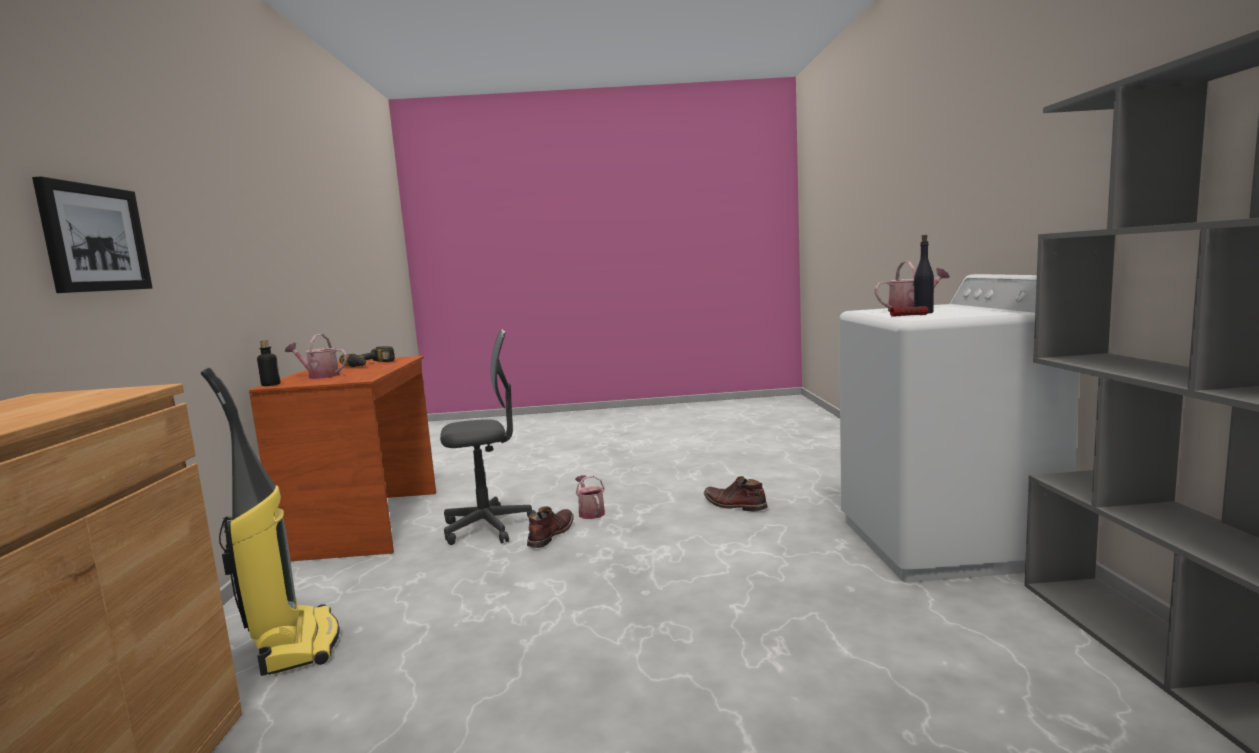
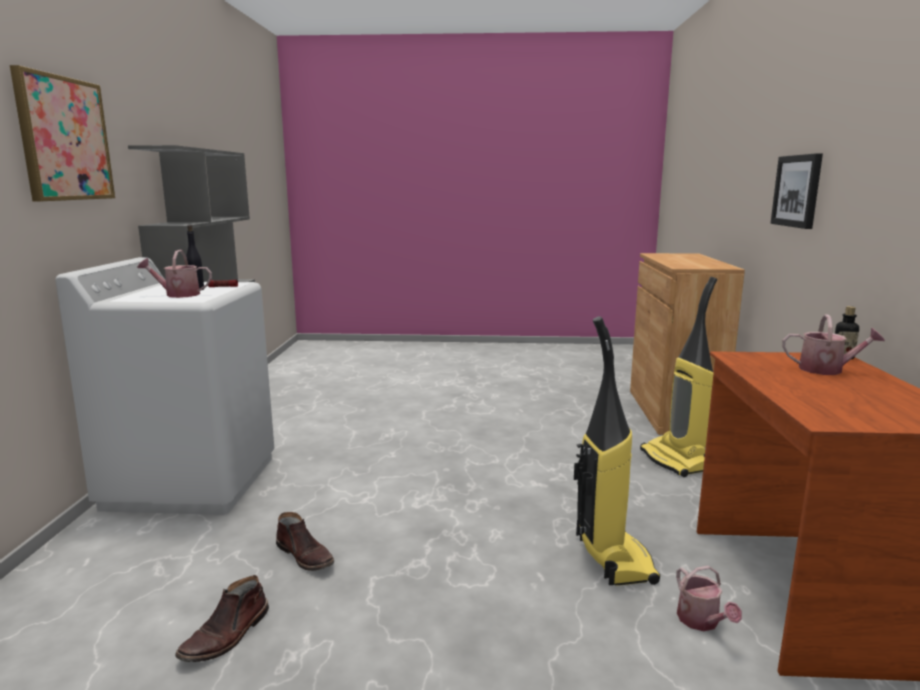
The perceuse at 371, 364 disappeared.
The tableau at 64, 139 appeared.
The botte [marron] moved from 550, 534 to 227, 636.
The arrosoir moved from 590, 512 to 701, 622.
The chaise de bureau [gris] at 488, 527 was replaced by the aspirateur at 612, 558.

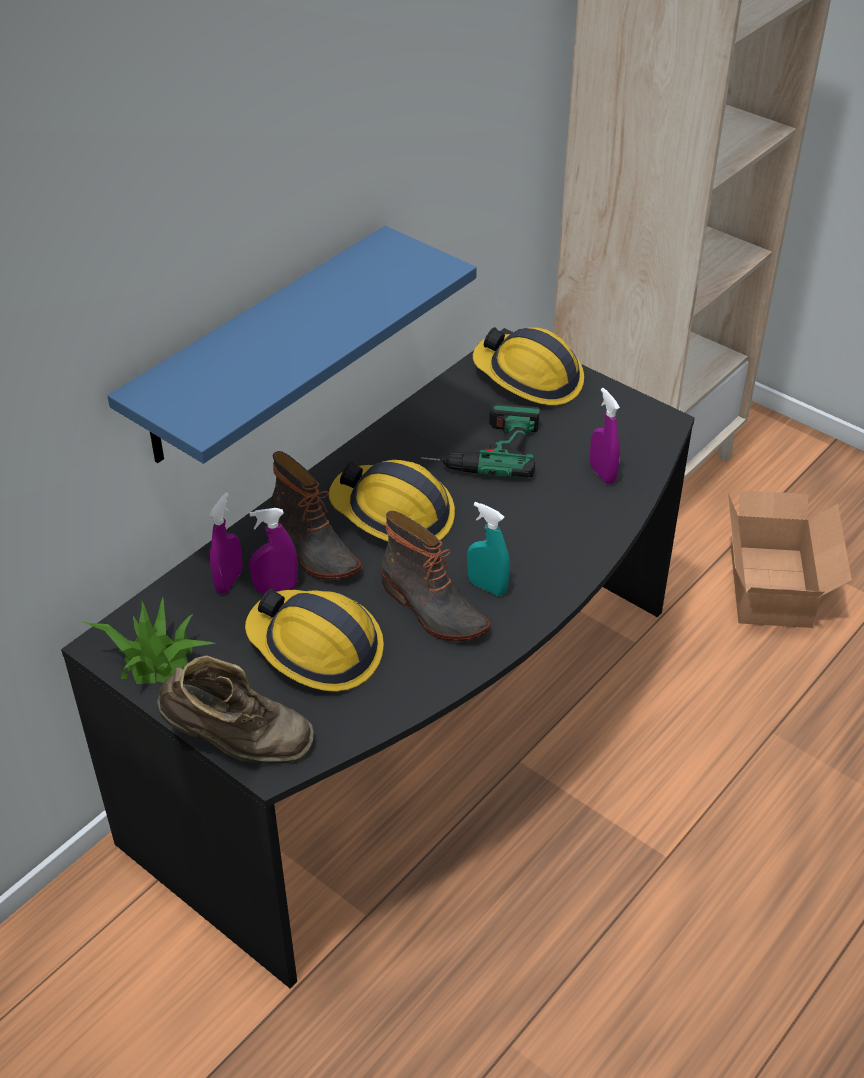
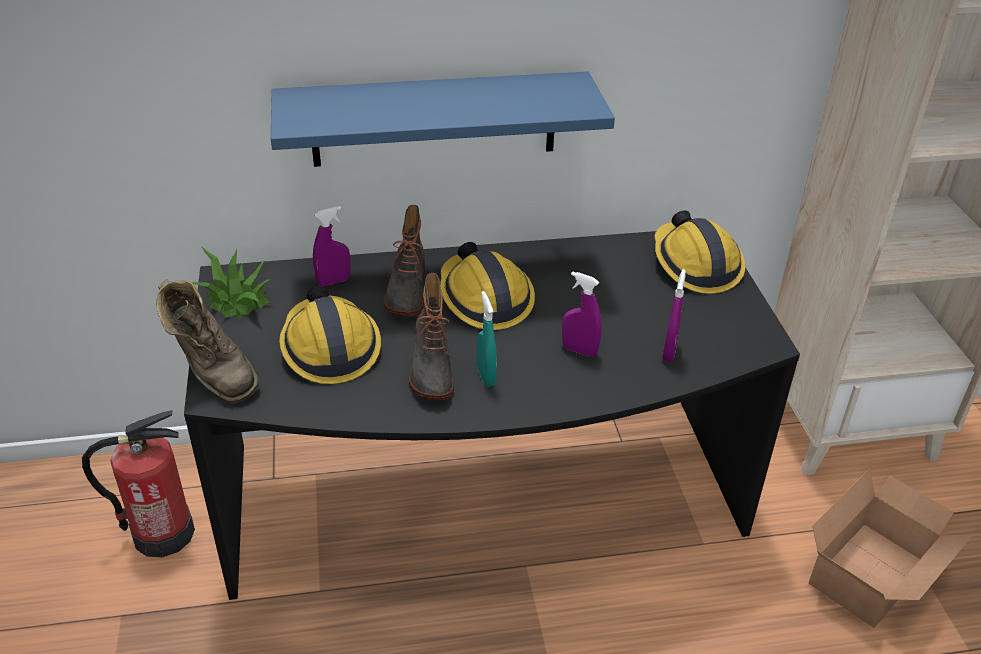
The perceuse at 481, 449 disappeared.
The extincteur at 162, 533 appeared.
The vaporisateur [violet] moved from 276, 588 to 579, 350.

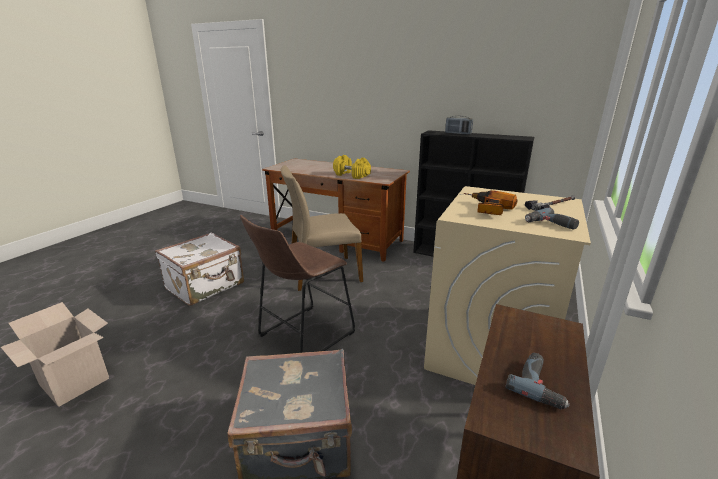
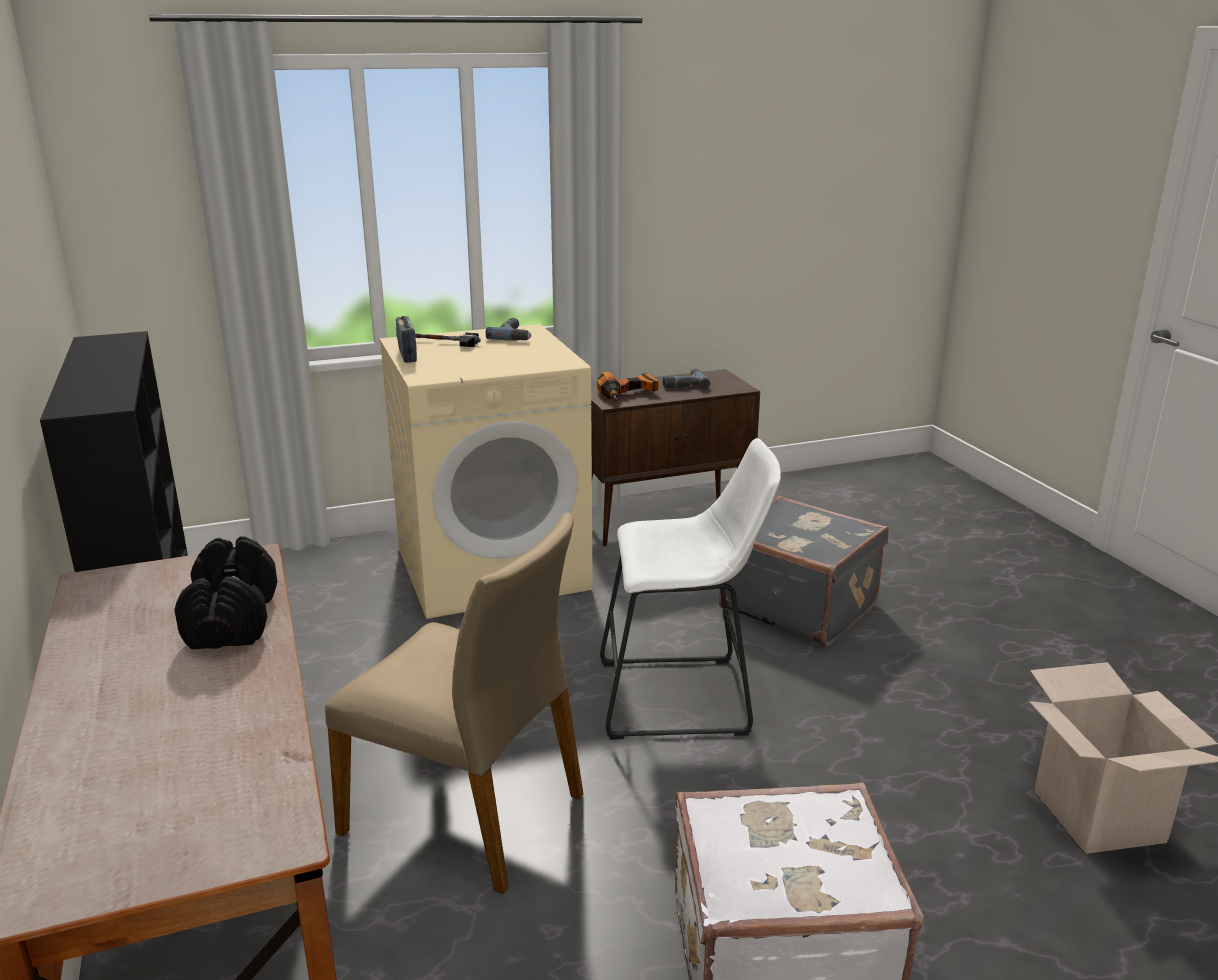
The radio moved from 458, 133 to 407, 356.
The perceuse moved from 487, 209 to 628, 395.
The tabouret [marron] at 302, 336 became the tabouret [blanc] at 683, 698.
The haltère [jaune] at 351, 175 became the haltère [noir] at 232, 620.

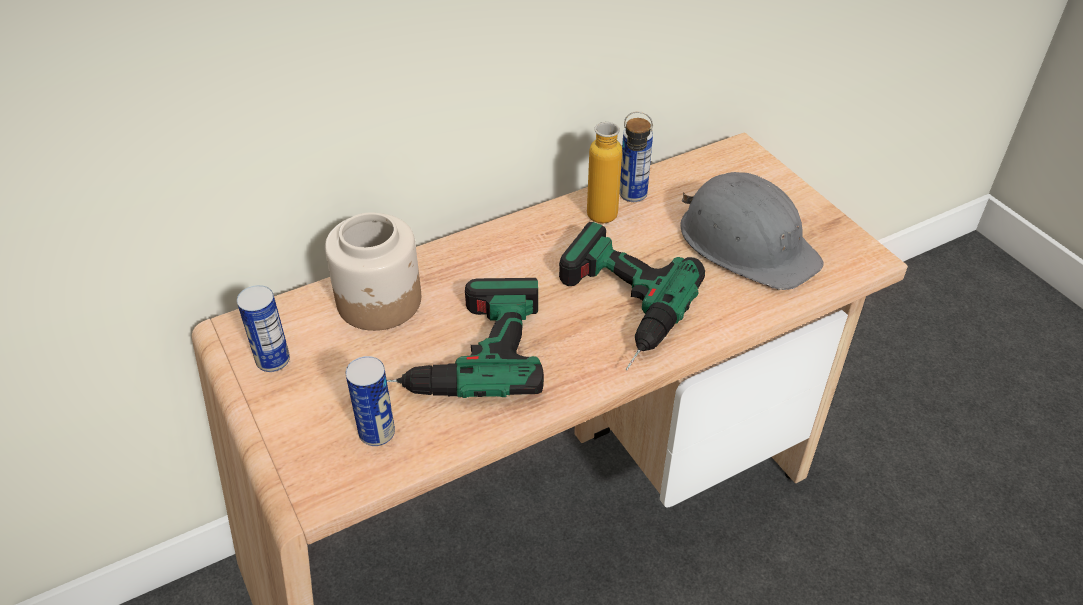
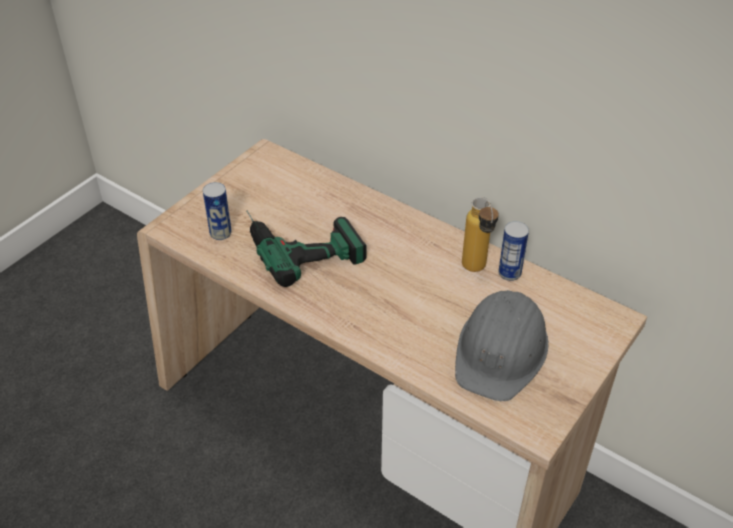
The boîte métallique at 273, 360 disappeared.
The bocal at 380, 301 disappeared.
The perceuse at 614, 309 disappeared.

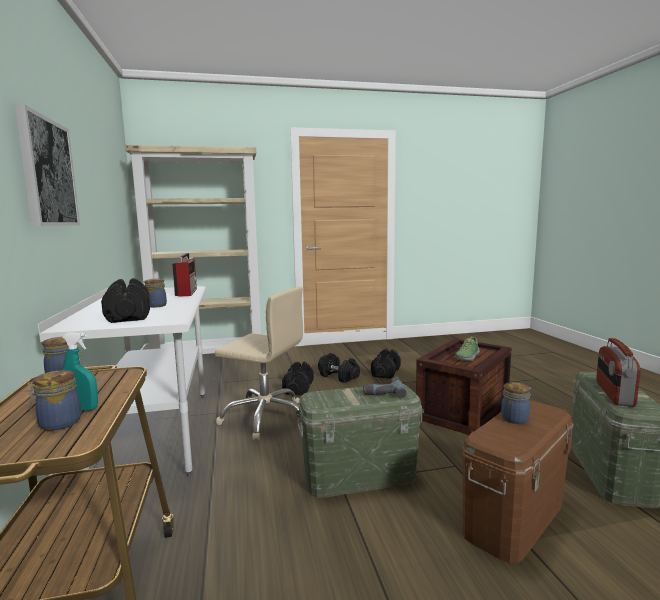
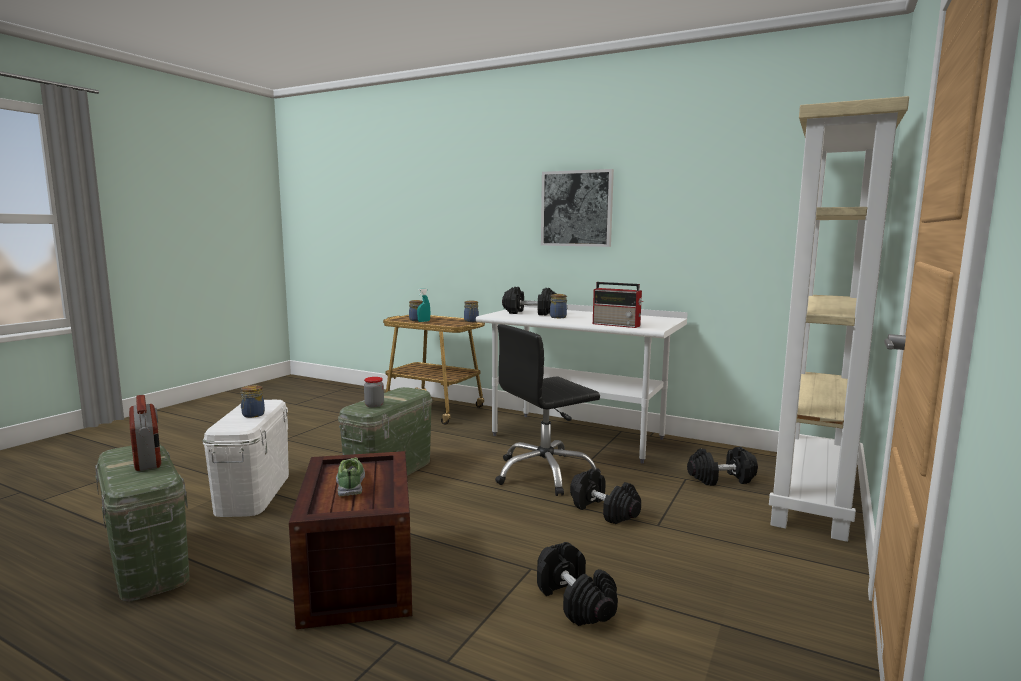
The haltère [noir] moved from 339, 376 to 721, 479.
The perceuse at 383, 391 was replaced by the bocal at 374, 405.
The chaise de bureau [beige] at 266, 417 became the chaise de bureau [noir] at 545, 473.
The boîte de rangement [marron] at 514, 517 became the boîte de rangement [blanc] at 254, 493.

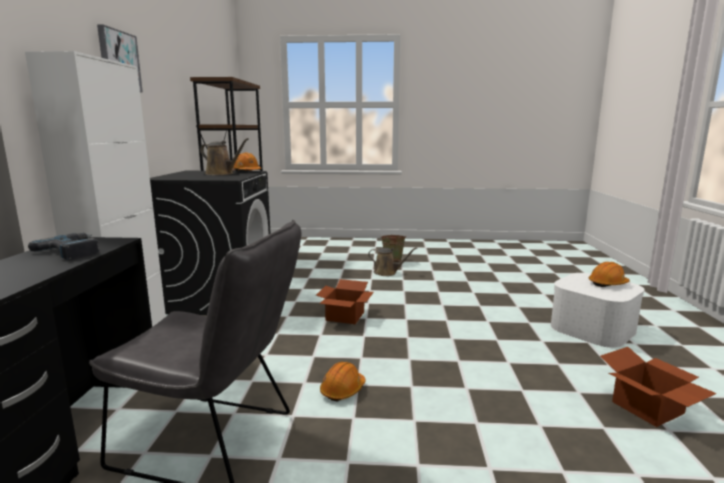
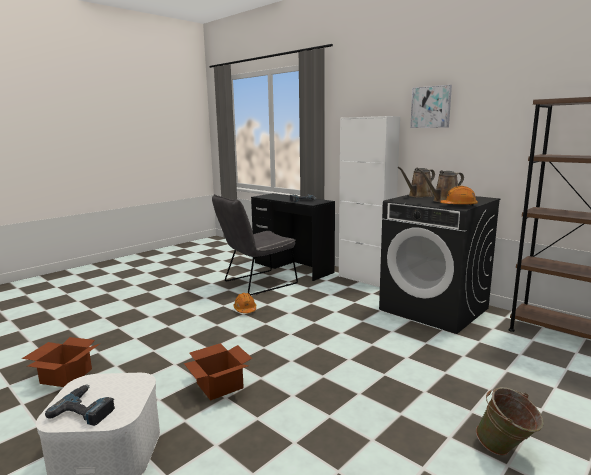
The carton moved from 344, 316 to 220, 385.
The arrosoir [marron] moved from 387, 272 to 419, 196.
The casque de chantier [orange] at 608, 284 was replaced by the perceuse at 86, 409.

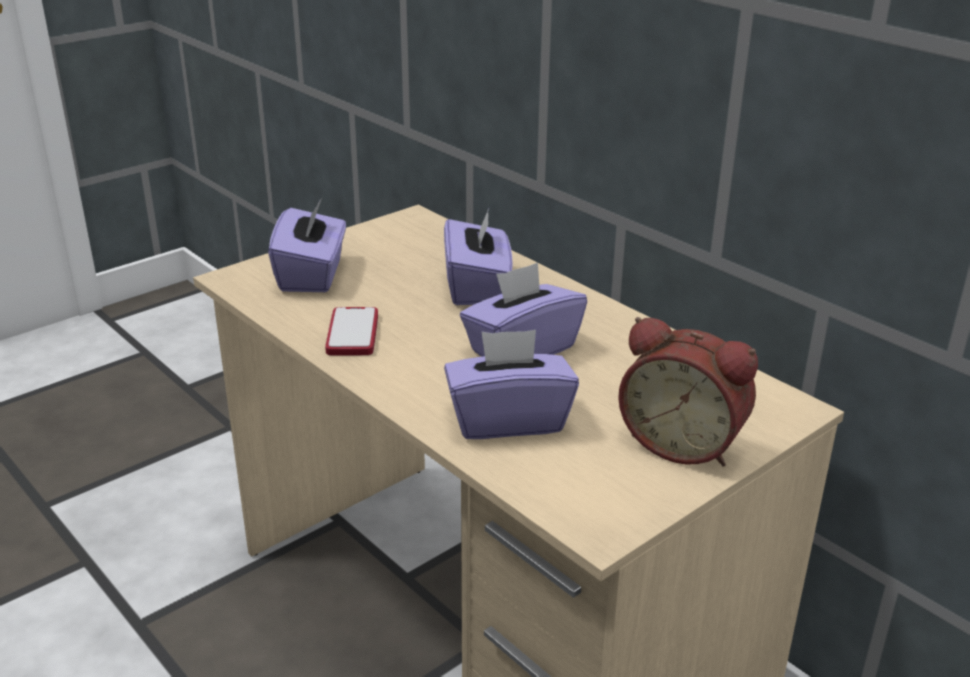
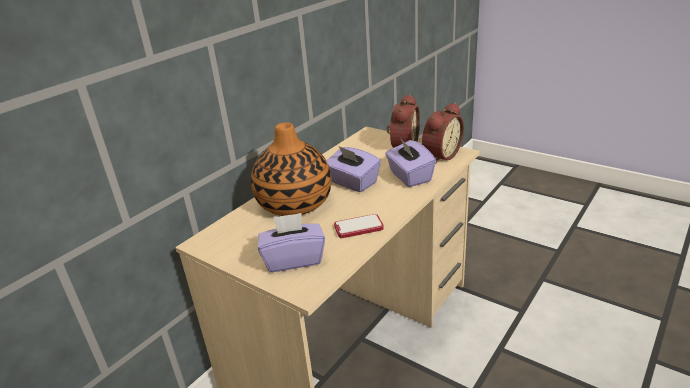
The réveil at 440, 155 appeared.
The boîte à mouchoirs [violet] at 477, 287 was replaced by the vase at 294, 203.

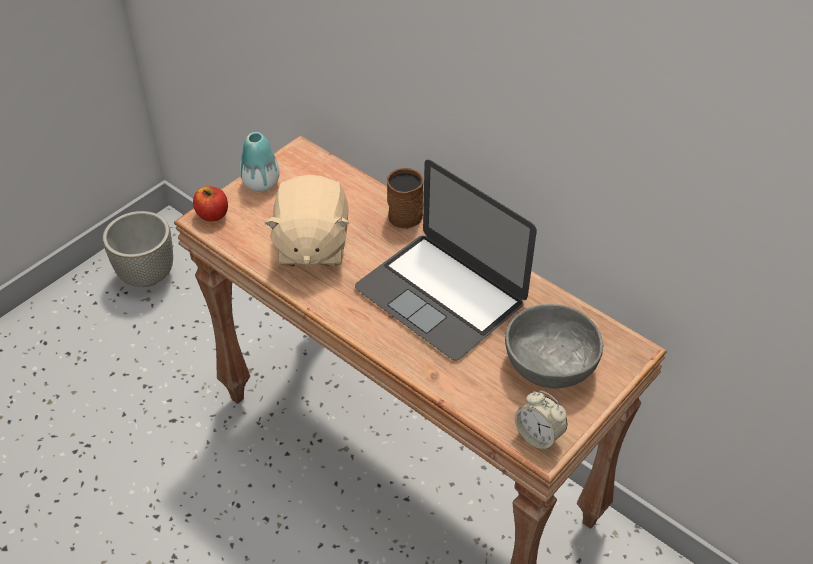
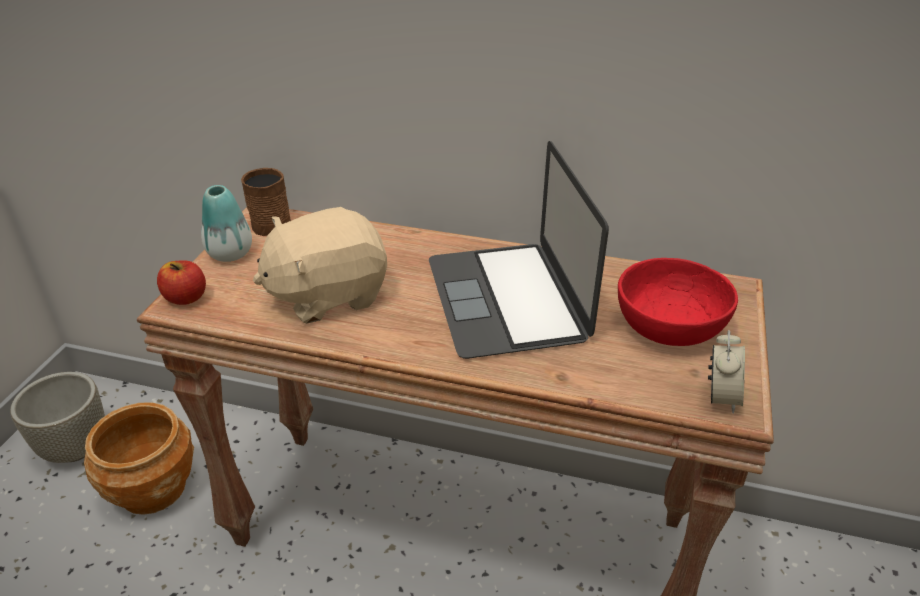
The cache-pot [marron] at 153, 487 appeared.
The mug [marron] moved from 405, 212 to 270, 222.
The bol [gris] at 549, 363 became the bol [rouge] at 669, 324.
The peluche [beige] at 311, 245 turned 90 degrees clockwise.
The ordinateur portable at 440, 295 turned 60 degrees clockwise.
The réveil at 538, 436 turned 90 degrees counterclockwise.

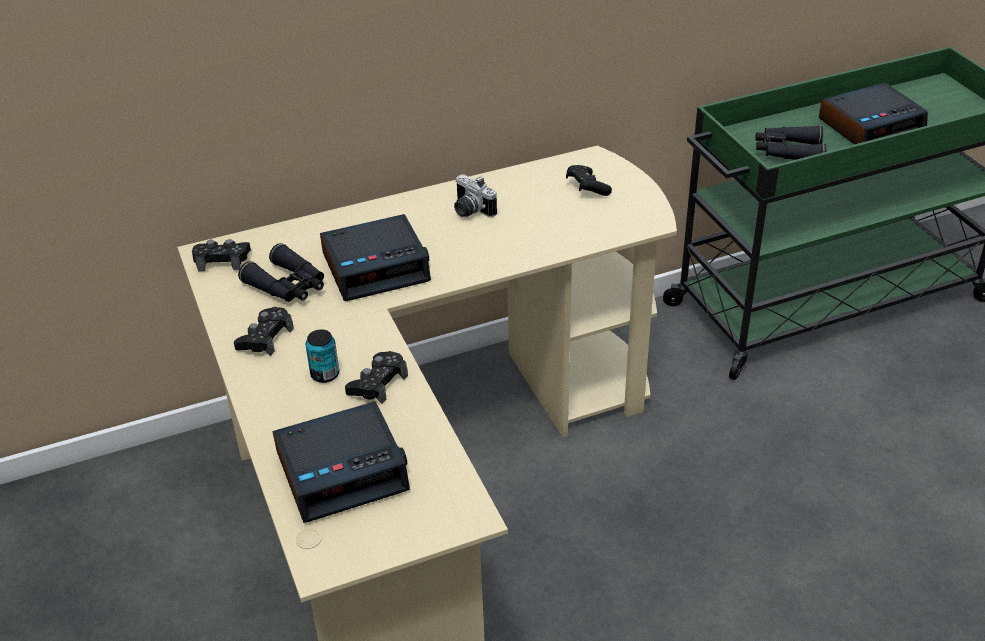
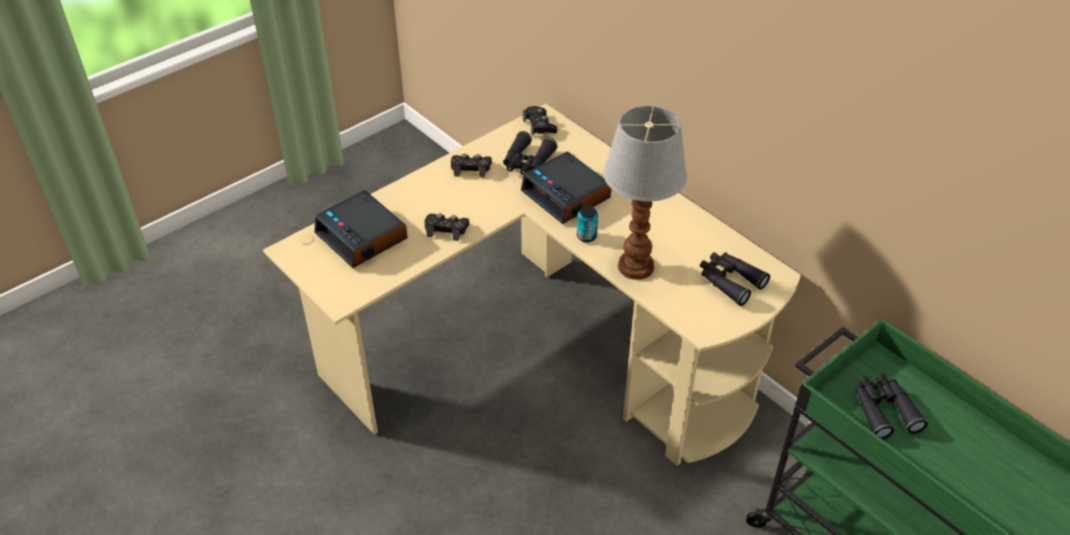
The appareil photo at 469, 210 disappeared.
The réveil at 871, 126 disappeared.
The lampe de table at 637, 266 appeared.
The boîte métallique moved from 325, 374 to 586, 236.
The manette [noir] at 587, 188 was replaced by the jumelles [noir] at 729, 281.

